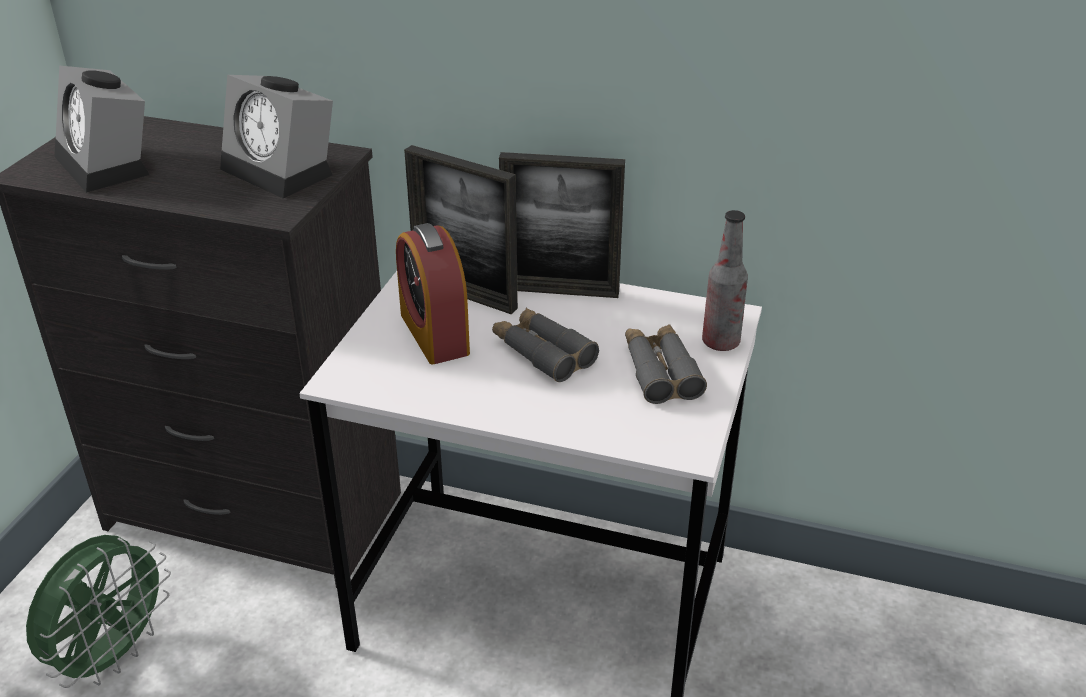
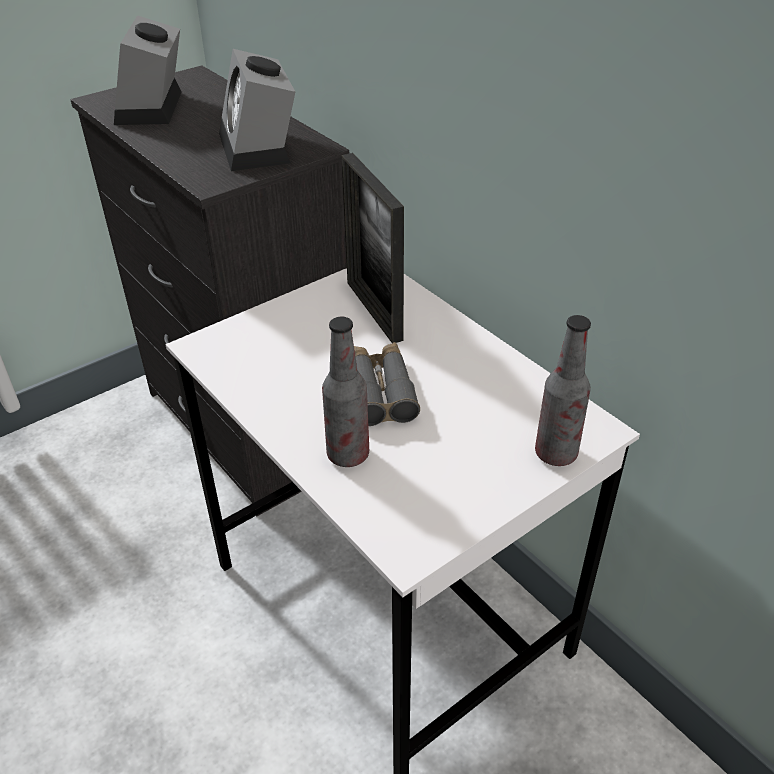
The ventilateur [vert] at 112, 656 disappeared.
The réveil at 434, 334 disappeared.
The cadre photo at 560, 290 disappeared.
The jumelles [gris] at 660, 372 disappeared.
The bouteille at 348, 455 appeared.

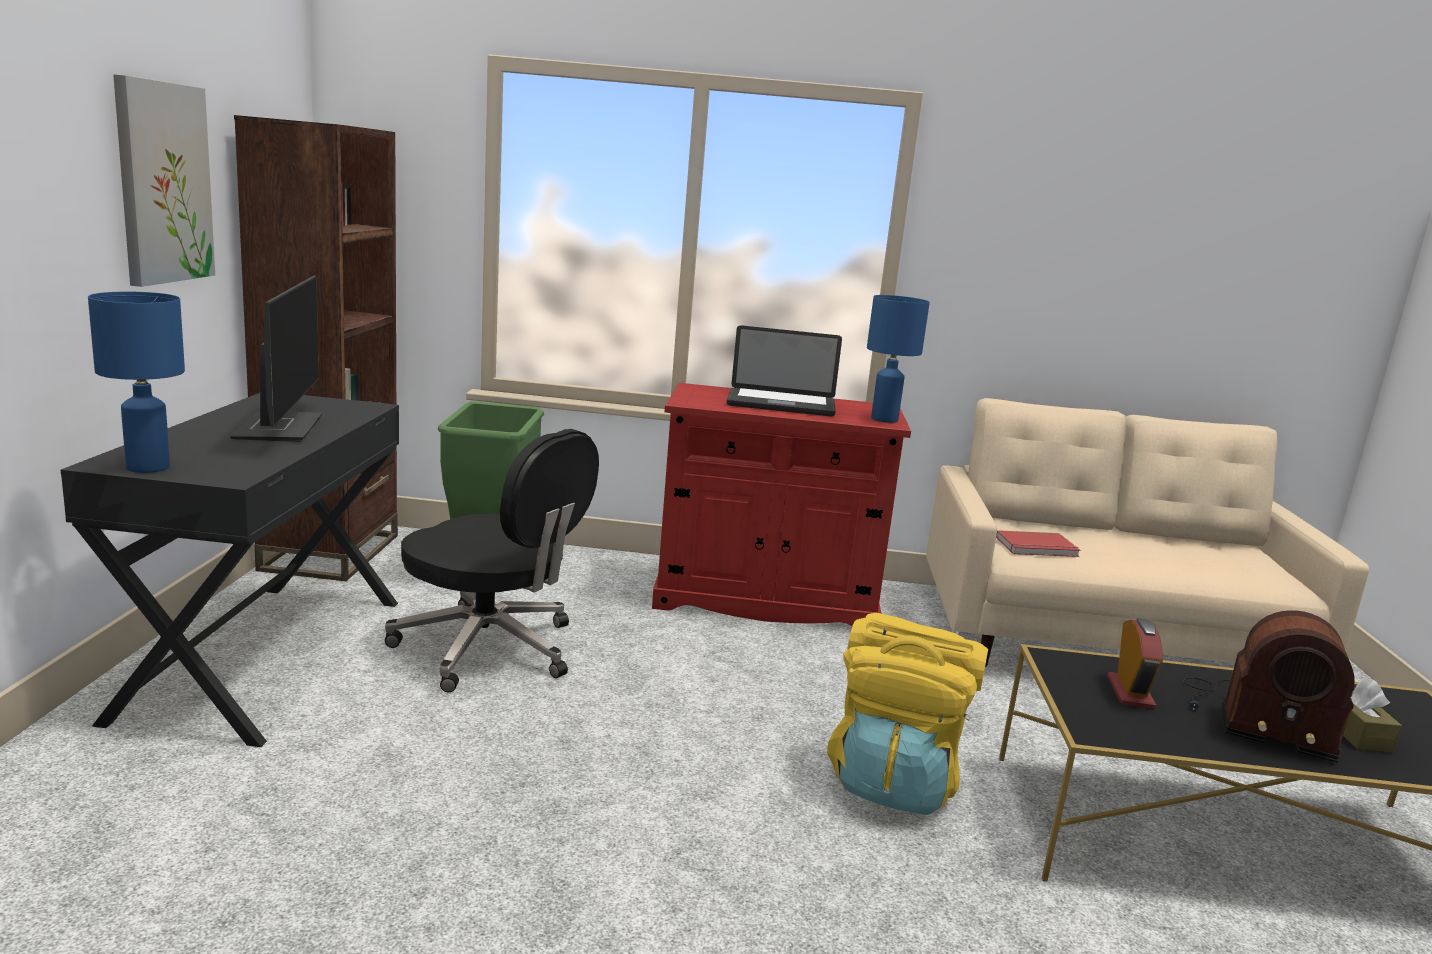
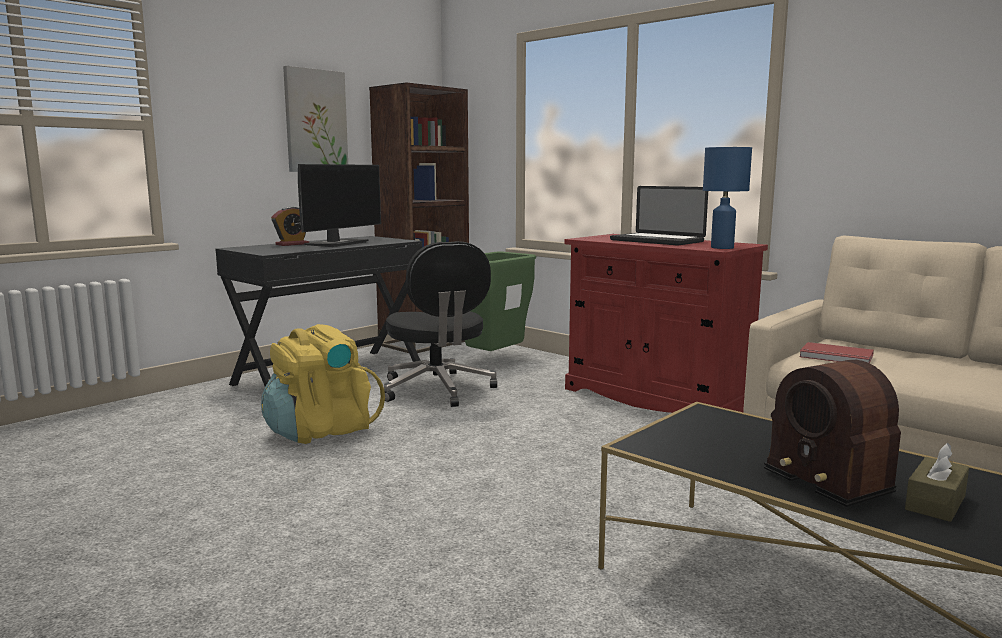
The lampe de table [bleu] at 148, 468 disappeared.
The sac à dos [jaune] moved from 895, 779 to 321, 430.
The réveil moved from 1130, 692 to 292, 244.

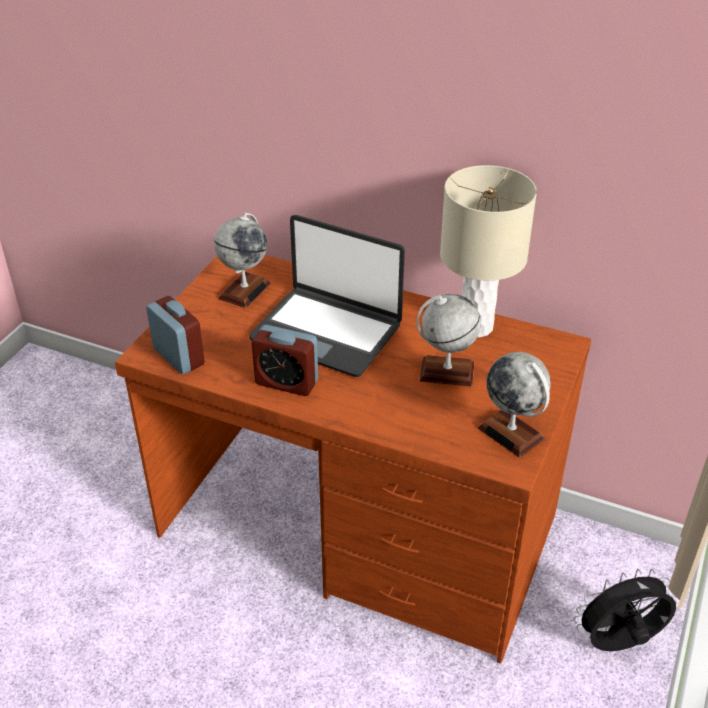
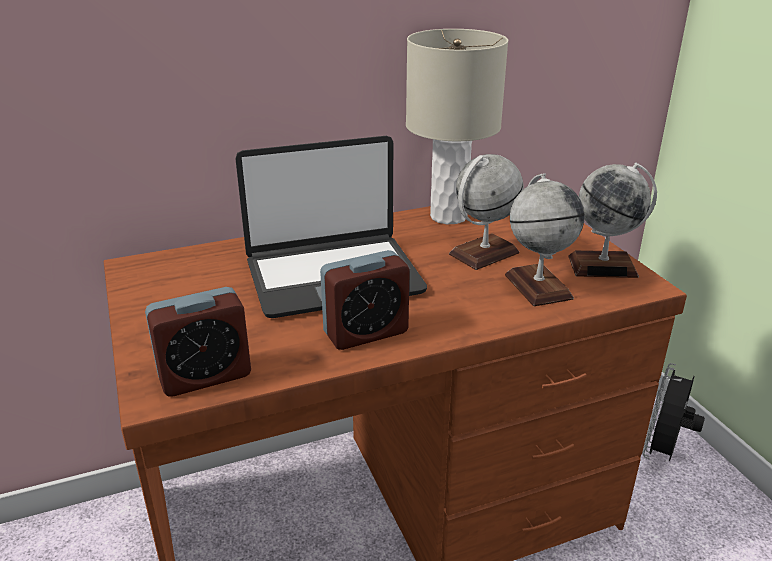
The globe moved from 245, 290 to 537, 286.
The réveil at 178, 357 turned 150 degrees clockwise.

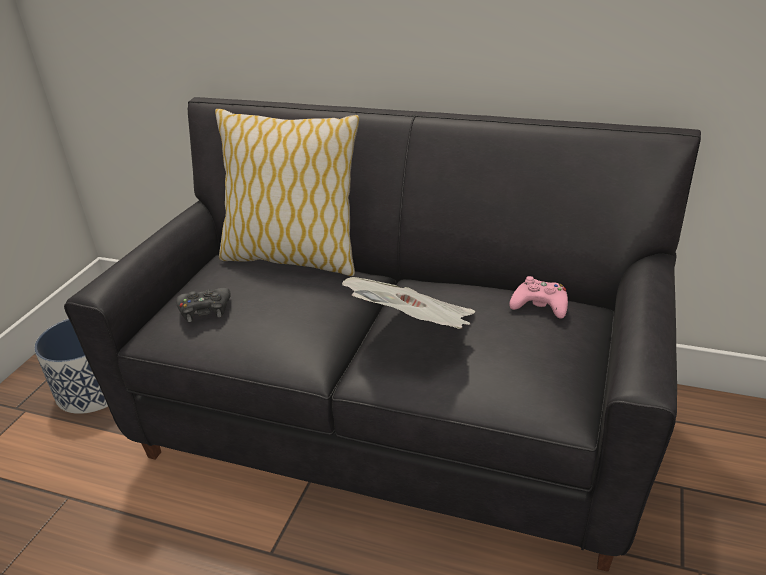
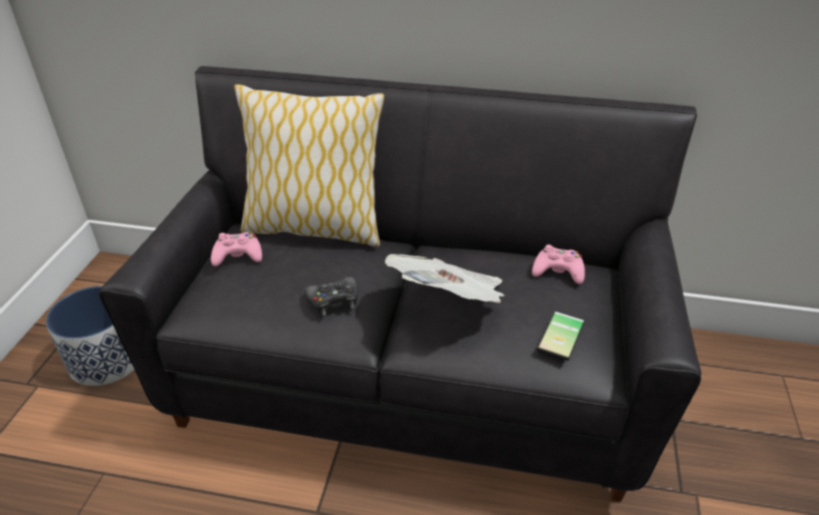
The manette [rose] at 238, 255 appeared.
The téléphone at 564, 336 appeared.
The manette [noir] moved from 205, 310 to 333, 300.

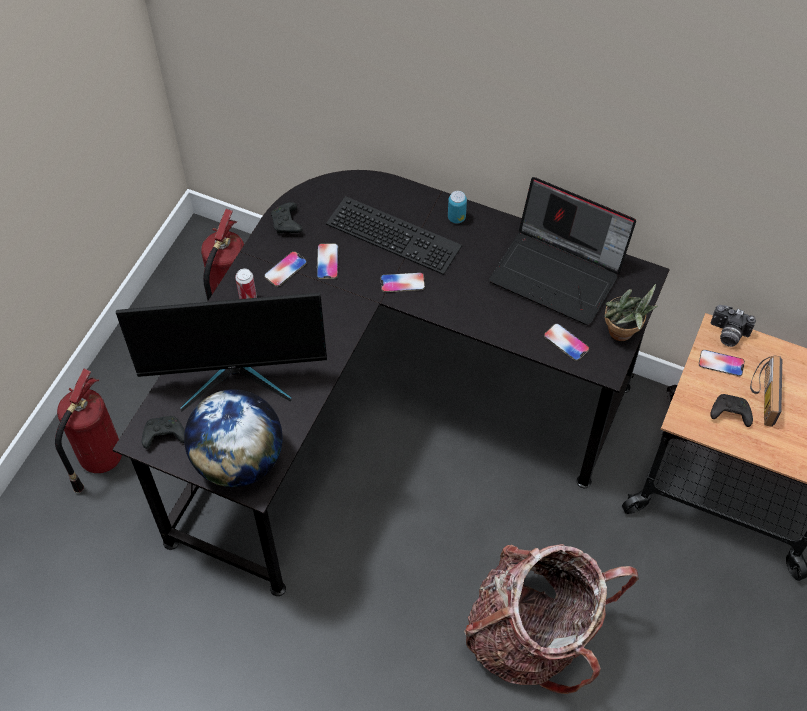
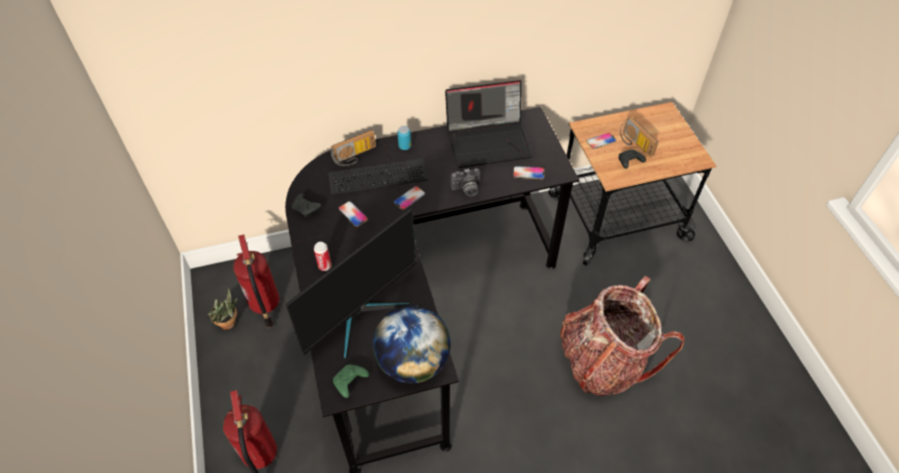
The téléphone at 285, 269 disappeared.
The radio at 355, 156 appeared.
The plante en pot moved from 623, 334 to 230, 323.
The appareil photo moved from 728, 334 to 466, 190.
The manette [noir] at 163, 436 became the manette [vert] at 349, 382.

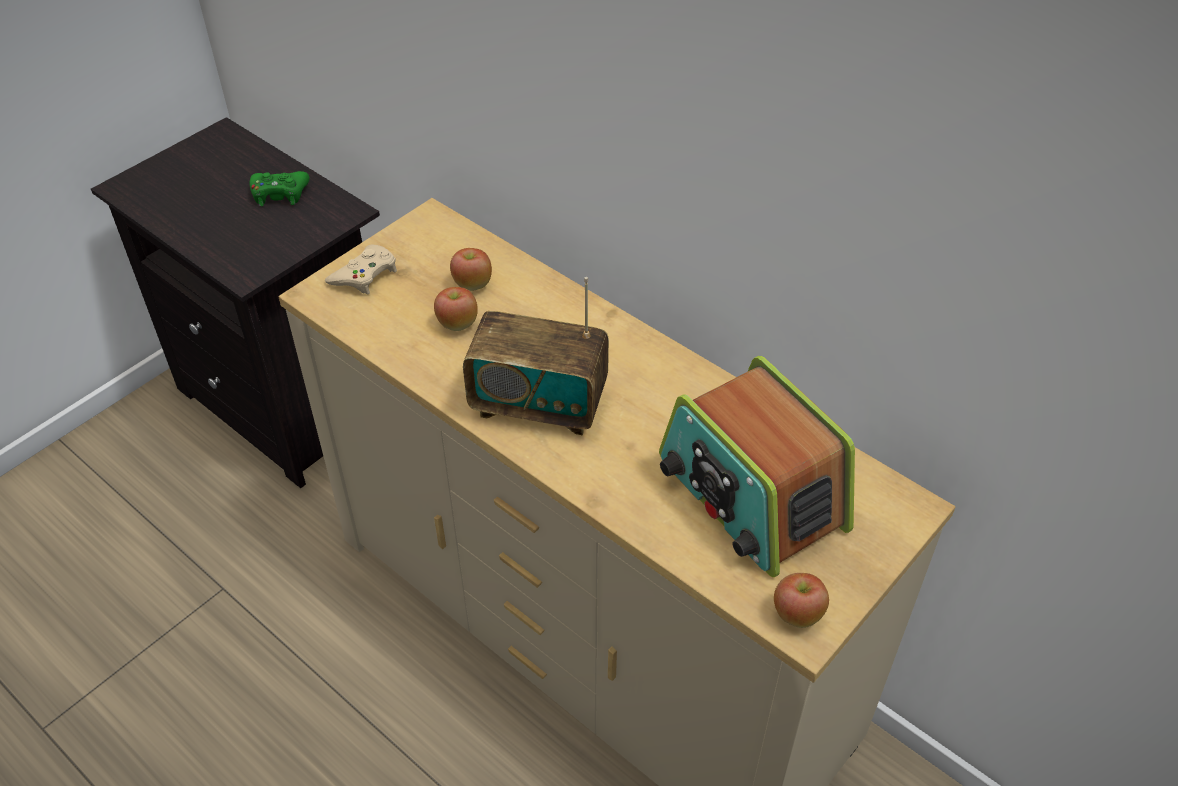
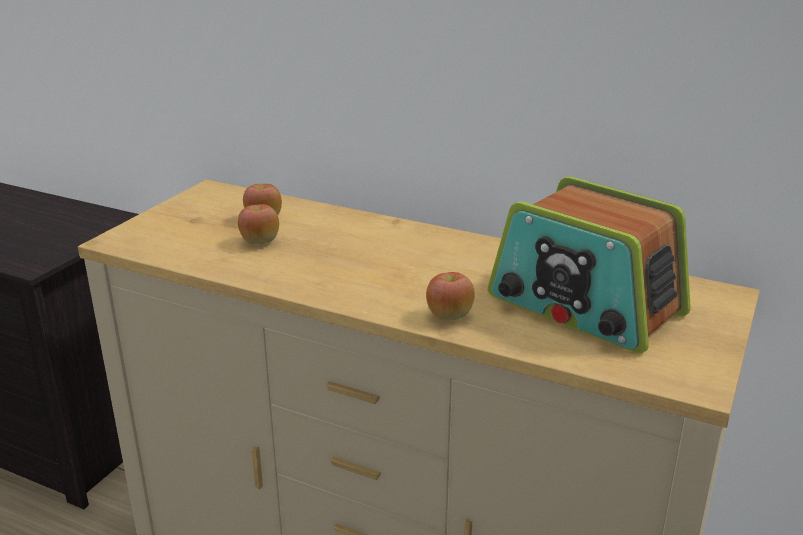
The manette [vert] at 279, 194 disappeared.
The manette [beige] at 365, 275 disappeared.
The radio at 539, 405 disappeared.
The pomme moved from 797, 614 to 449, 316.

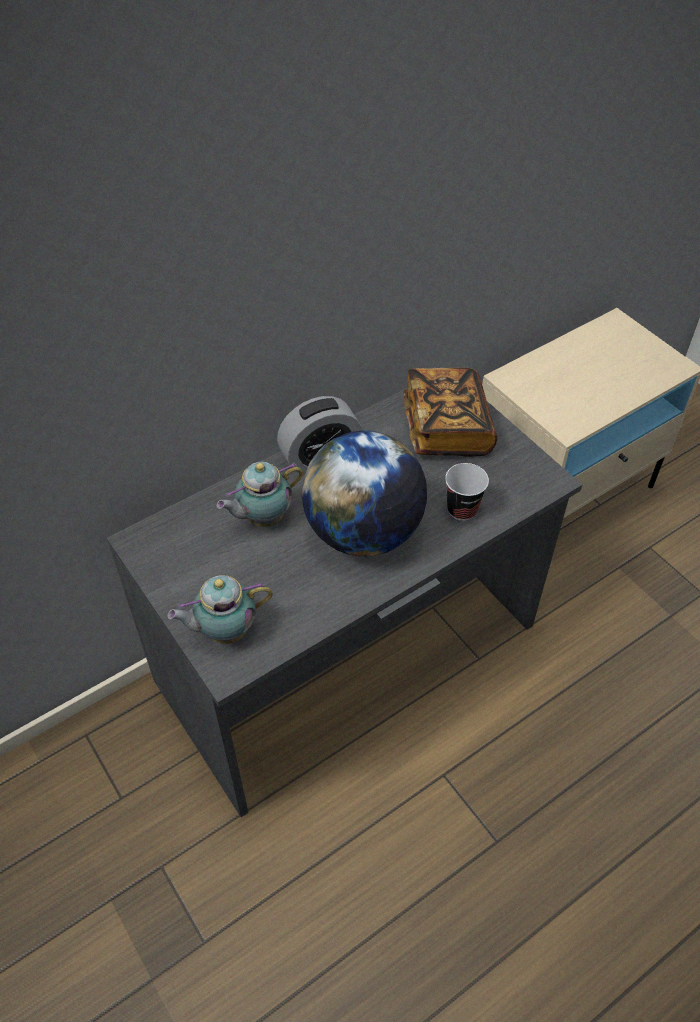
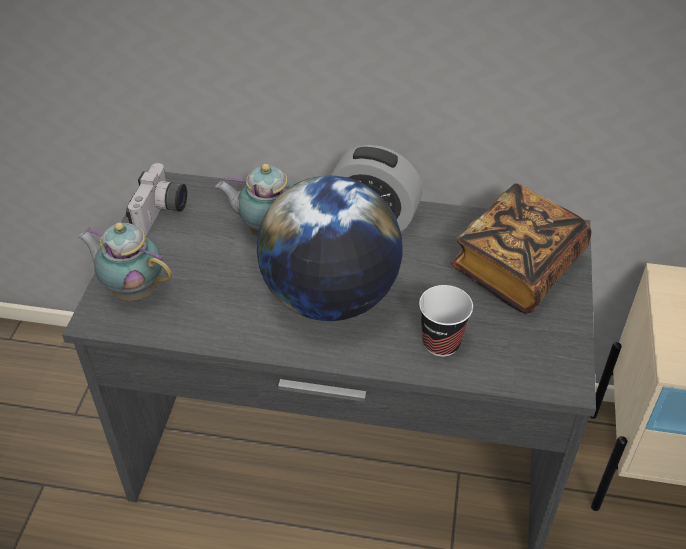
The appareil photo at 162, 214 appeared.

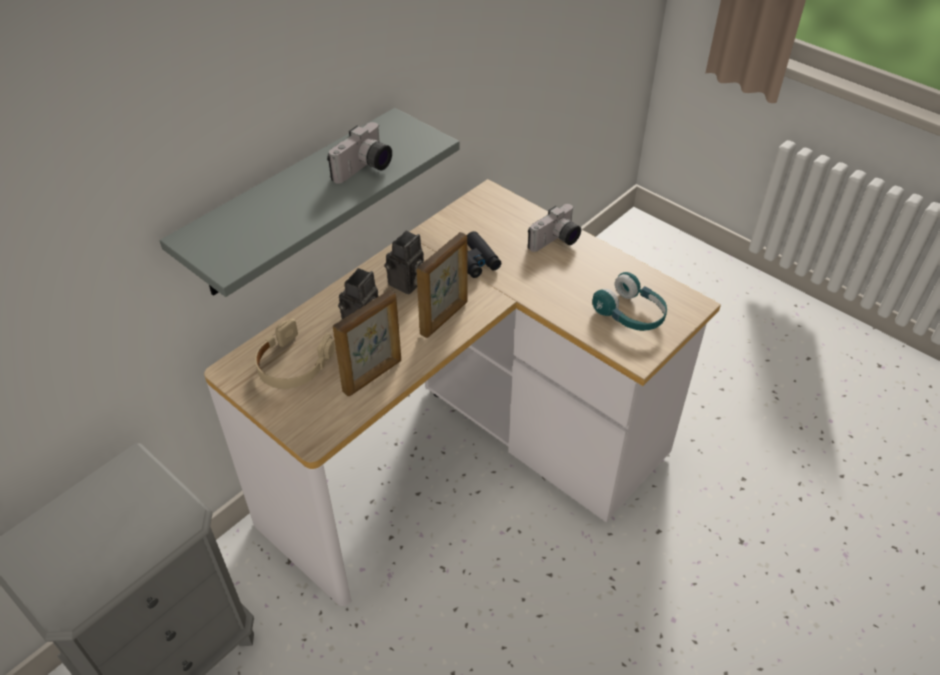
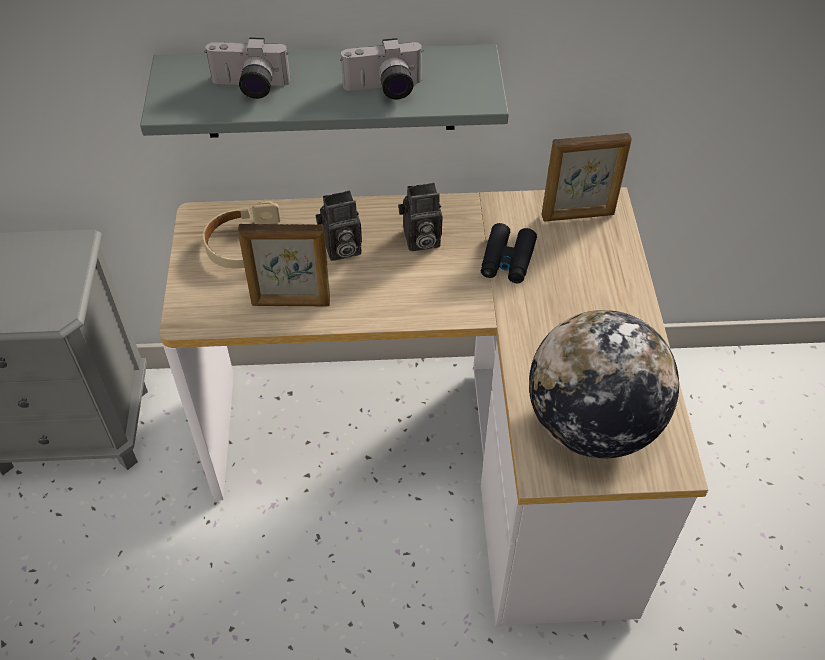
The cadre photo moved from 445, 318 to 578, 215.
The appareil photo moved from 556, 242 to 249, 87.
The casque audio [turquoise] at 630, 314 was replaced by the globe at 592, 424.

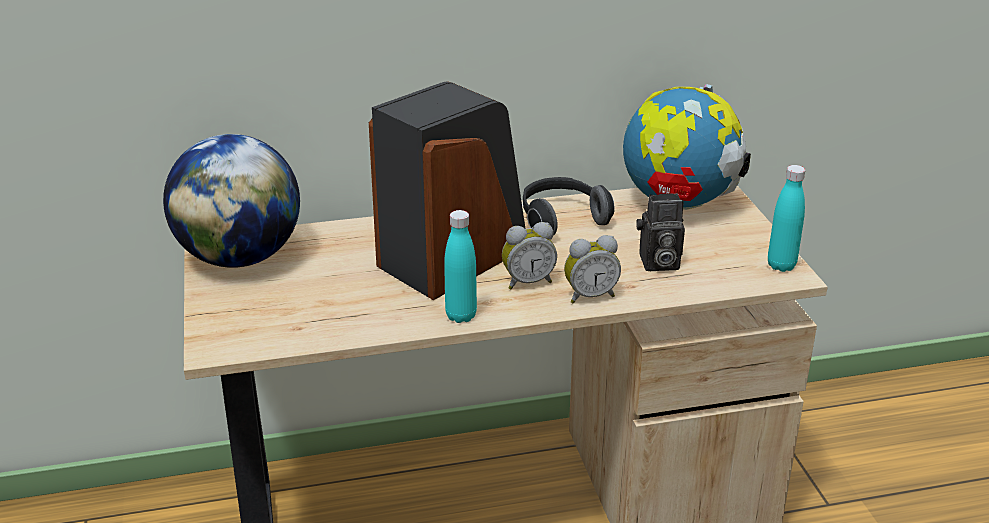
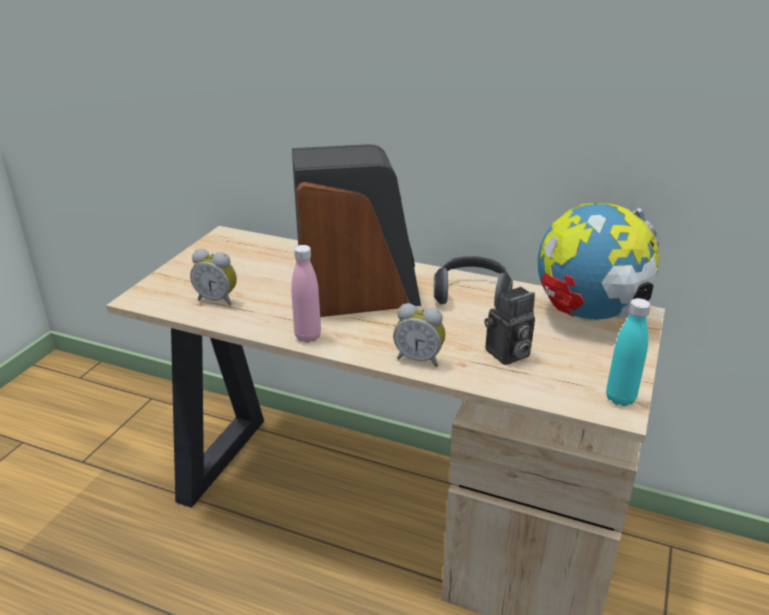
The globe at 240, 258 disappeared.
The réveil moved from 527, 282 to 218, 299.
The bouteille [turquoise] at 461, 316 became the bouteille [rose] at 308, 337.
The appareil photo at 657, 263 turned 60 degrees counterclockwise.

